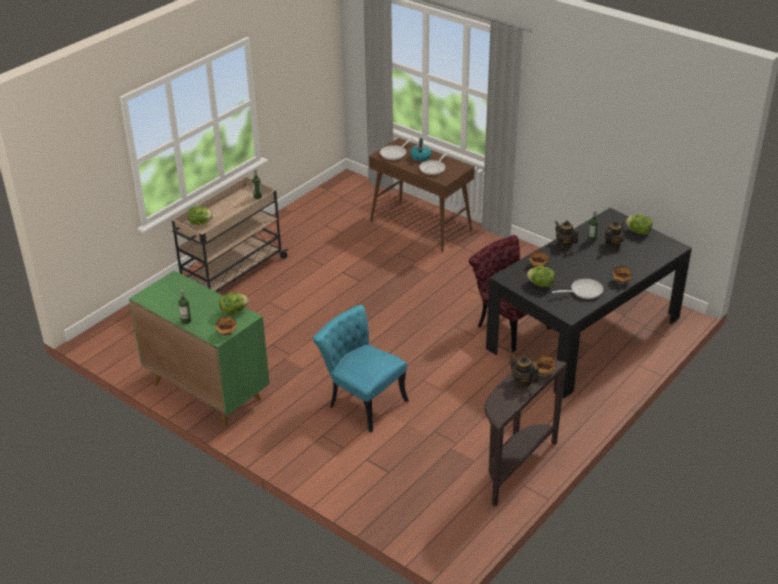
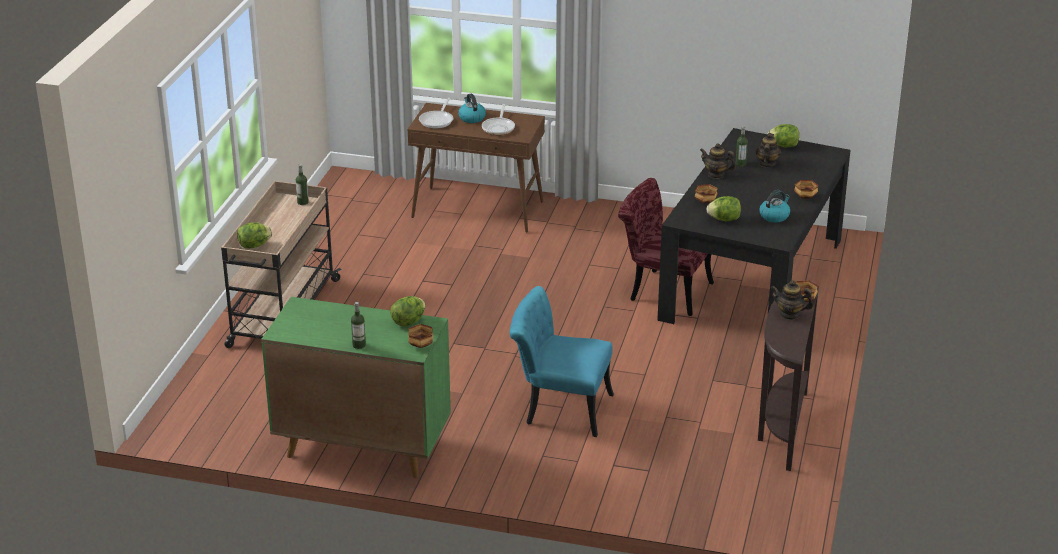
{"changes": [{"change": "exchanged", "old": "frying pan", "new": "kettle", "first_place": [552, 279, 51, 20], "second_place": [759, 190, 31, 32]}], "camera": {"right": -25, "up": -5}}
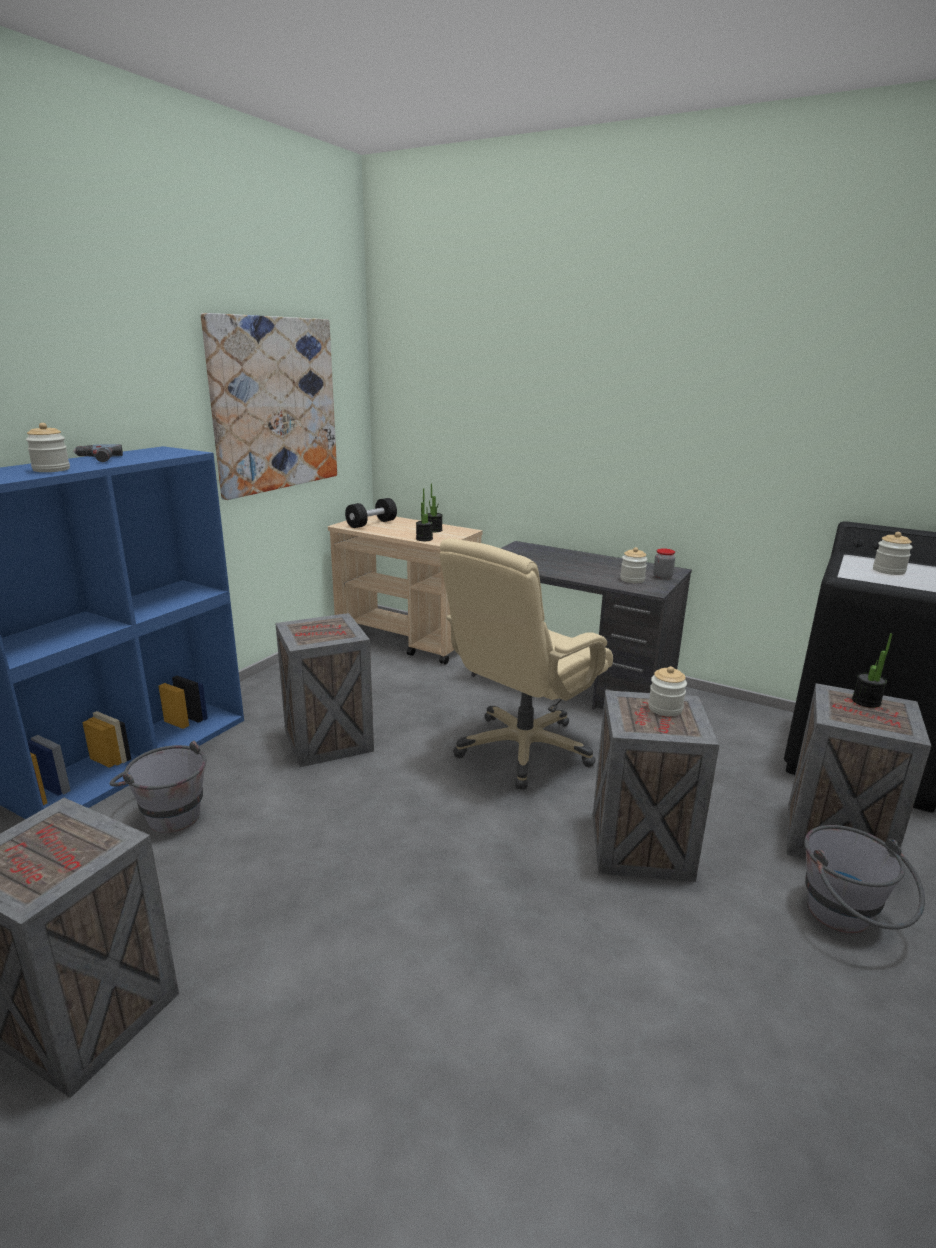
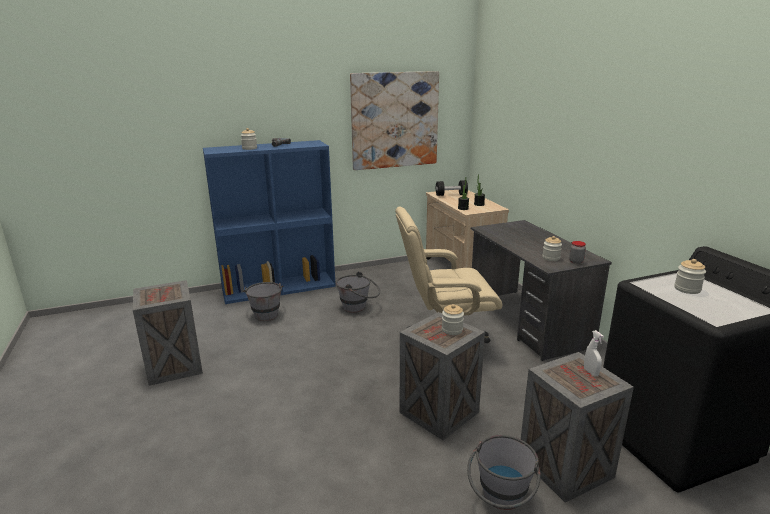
{"changes": [{"change": "exchanged", "old": "crate", "new": "grey bucket", "first_place": [275, 613, 99, 154], "second_place": [336, 272, 44, 41]}, {"change": "exchanged", "old": "potted plant", "new": "white spray bottle", "first_place": [852, 633, 40, 75], "second_place": [584, 330, 20, 47]}], "camera": {"right": 40, "up": 0}}
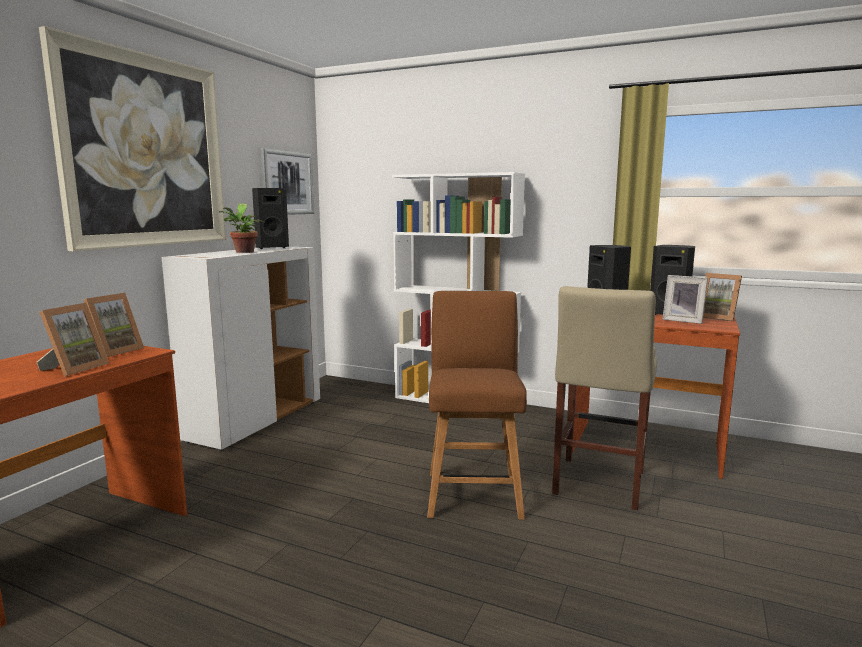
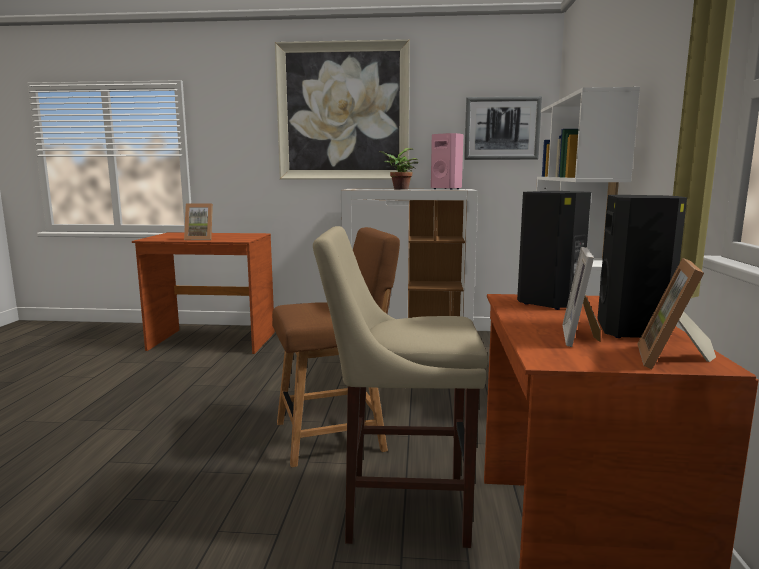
{"changes": [{"change": "missing", "old": "picture frame", "first_place": [84, 293, 60, 64]}, {"change": "colour", "old": "black speaker", "new": "pink speaker", "first_place": [252, 188, 37, 61], "second_place": [431, 133, 32, 57]}], "camera": {"right": 70, "up": 0}}
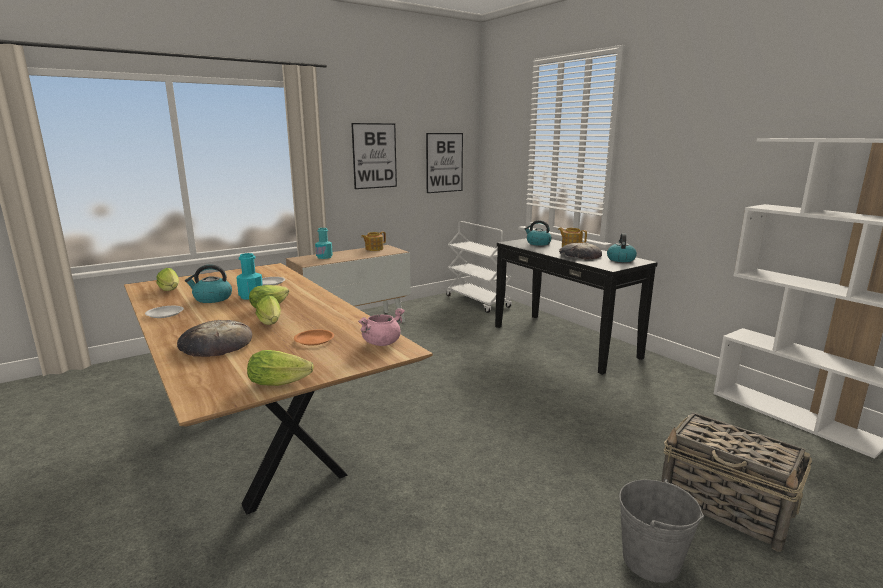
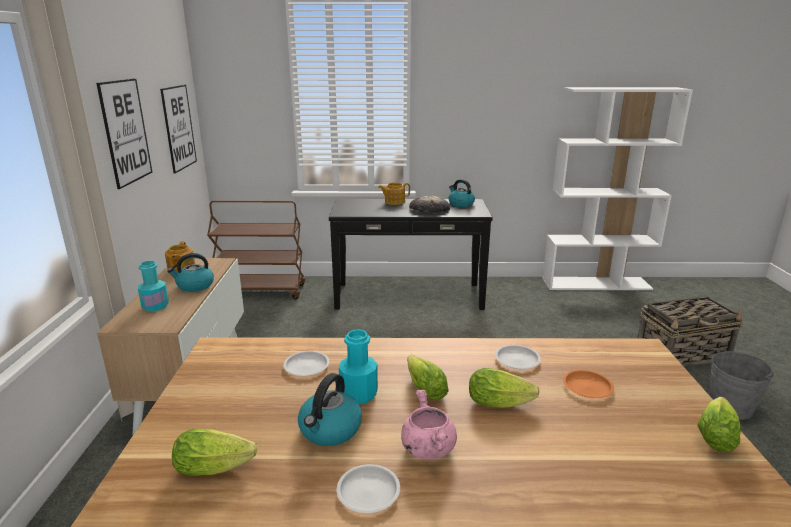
{"changes": [{"change": "missing", "old": "bread", "first_place": [177, 320, 75, 37]}, {"change": "relocated", "old": "pink cooking pot", "first_place": [358, 308, 47, 38], "second_place": [401, 390, 56, 69]}, {"change": "colour", "old": "white cart", "new": "brown cart", "first_place": [446, 221, 66, 92], "second_place": [207, 200, 98, 99]}, {"change": "relocated", "old": "kettle", "first_place": [524, 220, 28, 26], "second_place": [167, 253, 47, 39]}, {"change": "appeared", "new": "white plate", "second_place": [495, 345, 46, 24]}], "camera": {"right": -55, "up": 5}}
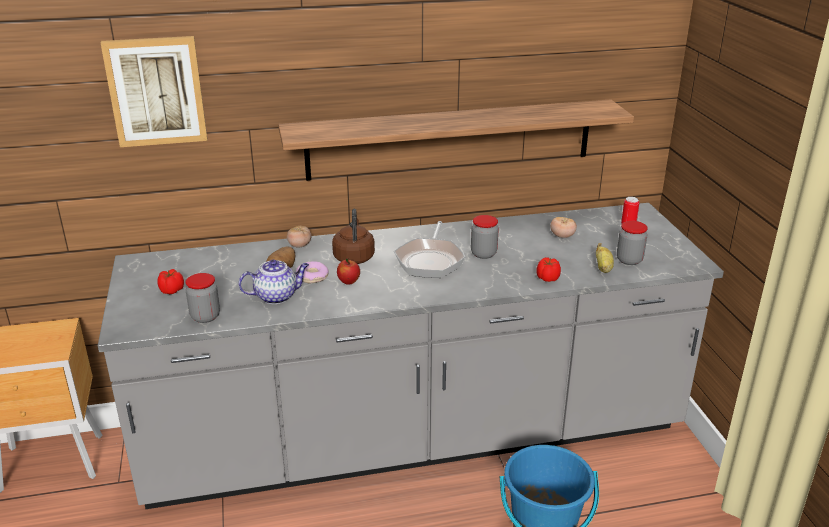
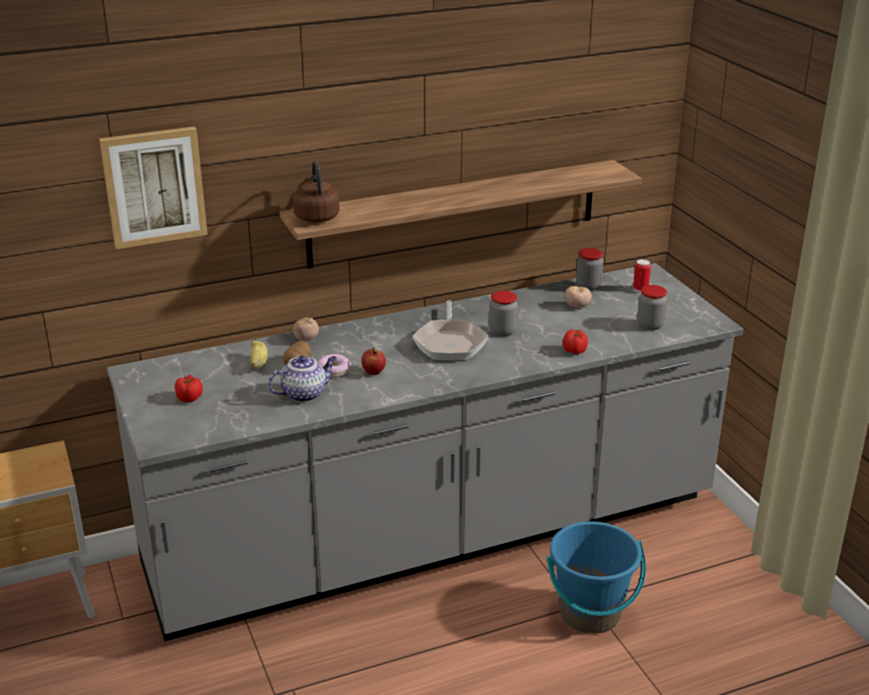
{"changes": [{"change": "relocated", "old": "jar", "first_place": [185, 273, 35, 50], "second_place": [576, 248, 27, 43]}, {"change": "relocated", "old": "brown kettle", "first_place": [332, 209, 43, 55], "second_place": [293, 161, 47, 61]}, {"change": "relocated", "old": "banana", "first_place": [596, 243, 18, 30], "second_place": [250, 337, 18, 32]}], "camera": {"right": -10, "up": 0}}
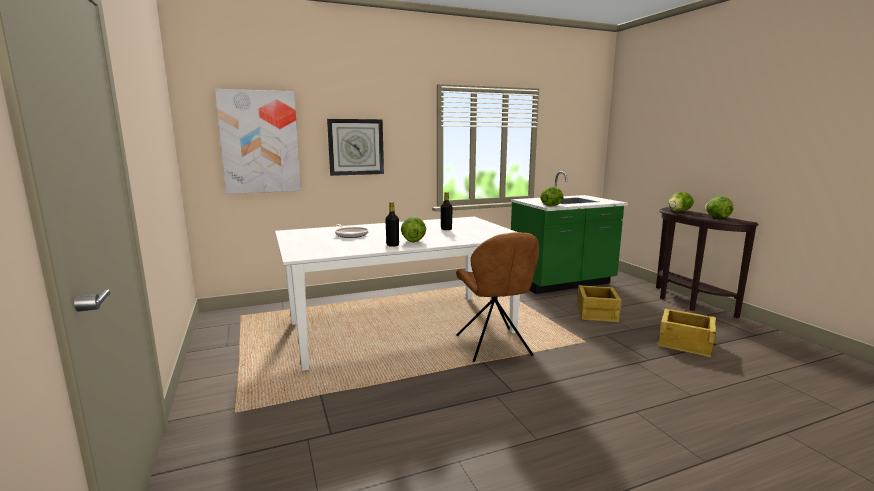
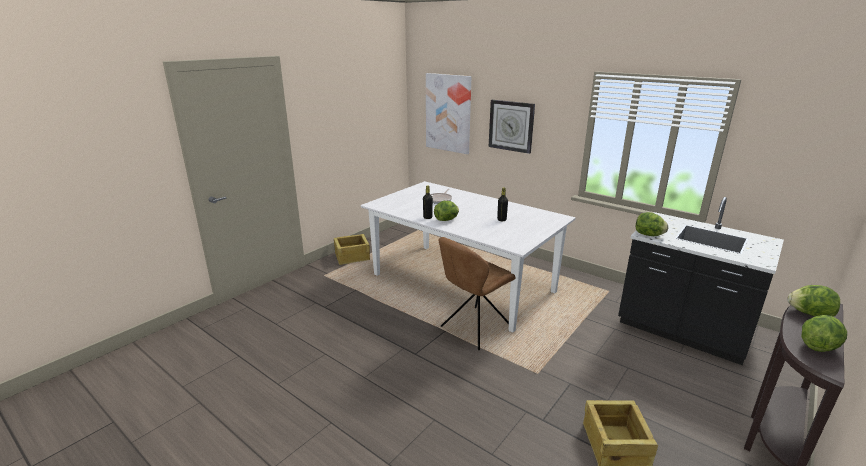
{"changes": [{"change": "colour", "old": "green counter", "new": "black counter", "first_place": [511, 171, 117, 123], "second_place": [618, 197, 166, 168]}, {"change": "relocated", "old": "crate", "first_place": [577, 285, 45, 37], "second_place": [334, 234, 36, 31]}], "camera": {"right": 60, "up": 10}}
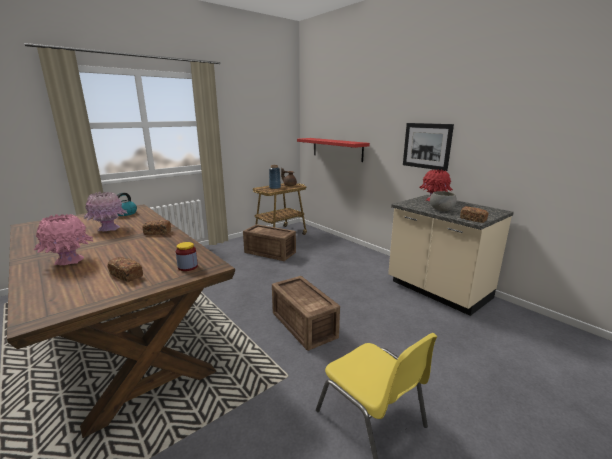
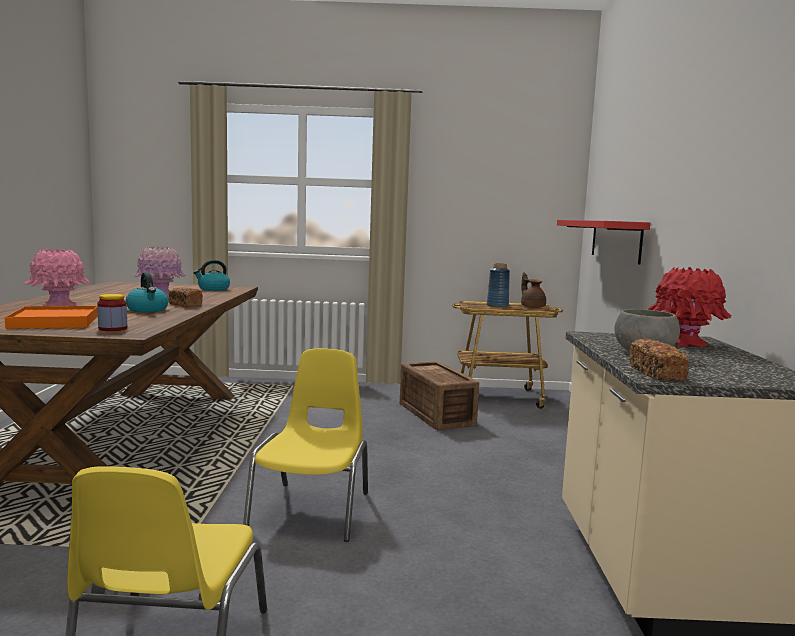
{"changes": [{"change": "exchanged", "old": "bread", "new": "orange tray", "first_place": [107, 257, 36, 25], "second_place": [5, 306, 93, 23]}, {"change": "exchanged", "old": "crate", "new": "yellow chair", "first_place": [272, 276, 68, 75], "second_place": [243, 348, 125, 194]}, {"change": "missing", "old": "picture", "first_place": [403, 123, 51, 48]}, {"change": "appeared", "new": "kettle", "second_place": [126, 272, 43, 40]}], "camera": {"right": 40, "up": -10}}
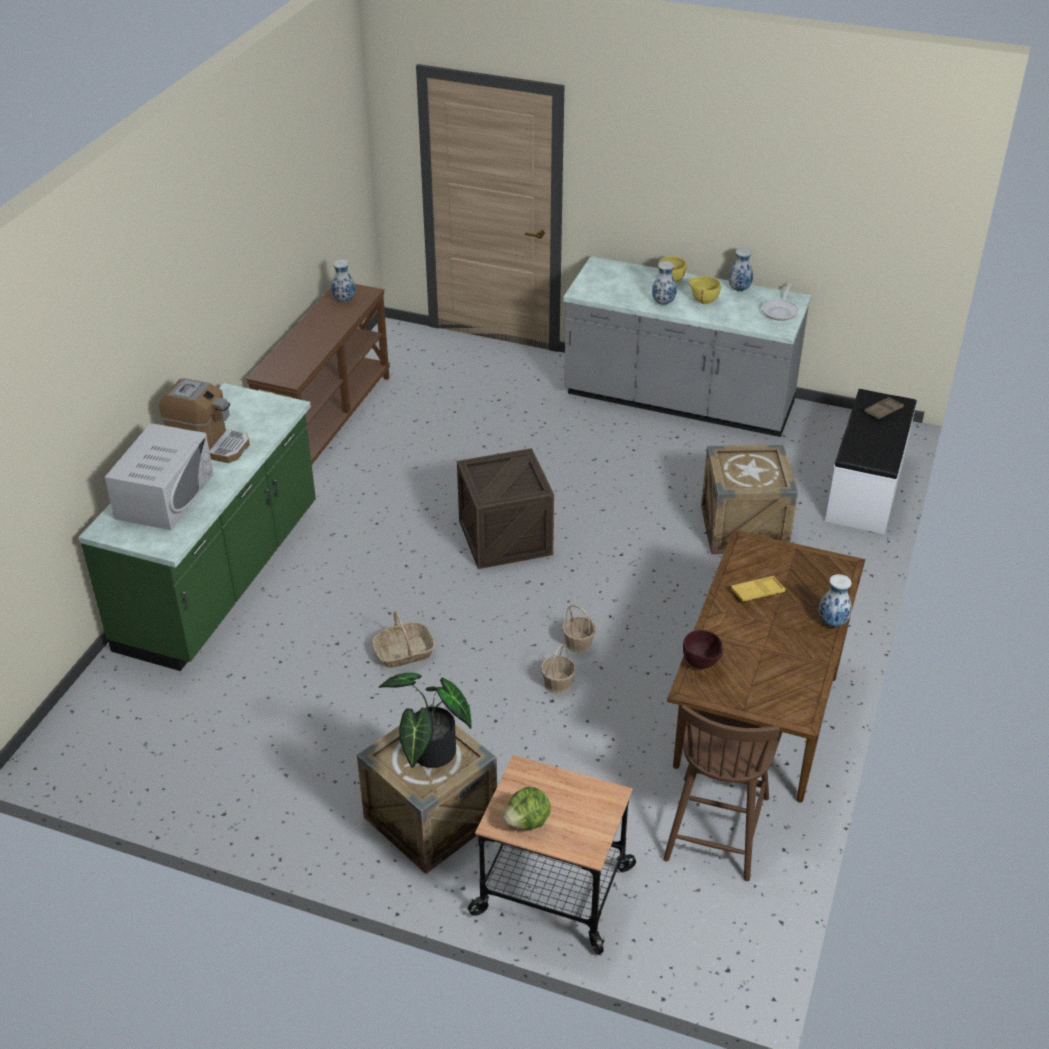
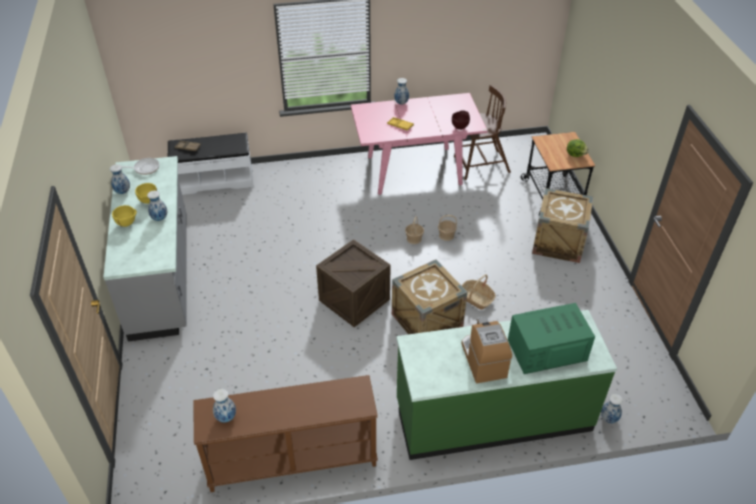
{"changes": [{"change": "colour", "old": "white microwave", "new": "green microwave", "first_place": [105, 423, 108, 107], "second_place": [508, 303, 87, 71]}, {"change": "missing", "old": "potted plant", "first_place": [379, 673, 93, 95]}, {"change": "colour", "old": "brown dining table", "new": "pink dining table", "first_place": [667, 530, 198, 273], "second_place": [351, 93, 137, 102]}, {"change": "relocated", "old": "crate", "first_place": [701, 444, 97, 111], "second_place": [392, 260, 75, 74]}, {"change": "appeared", "new": "vase", "second_place": [601, 394, 22, 29]}], "camera": {"right": -120, "up": 5}}
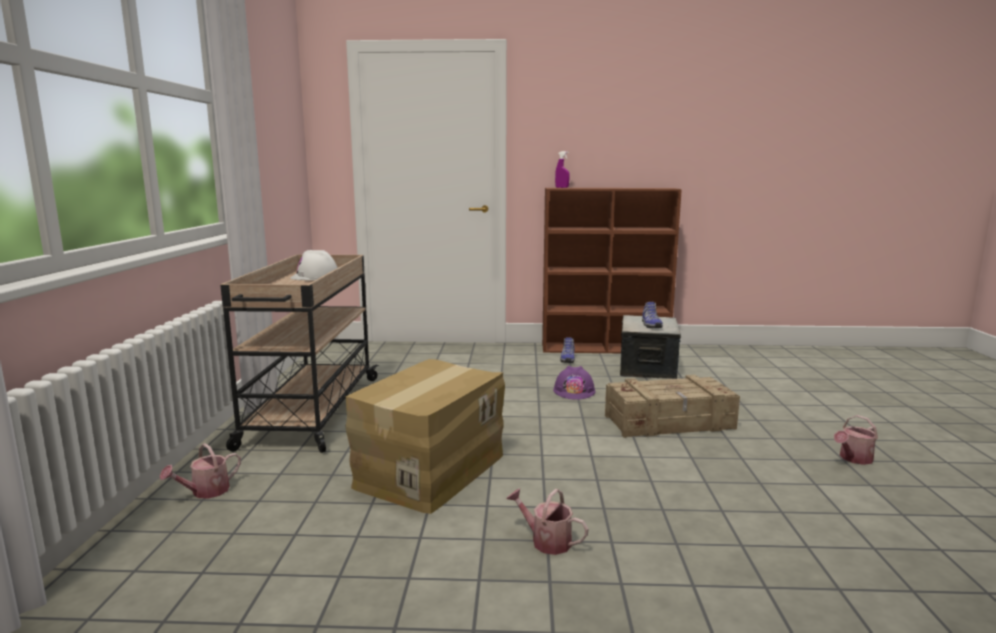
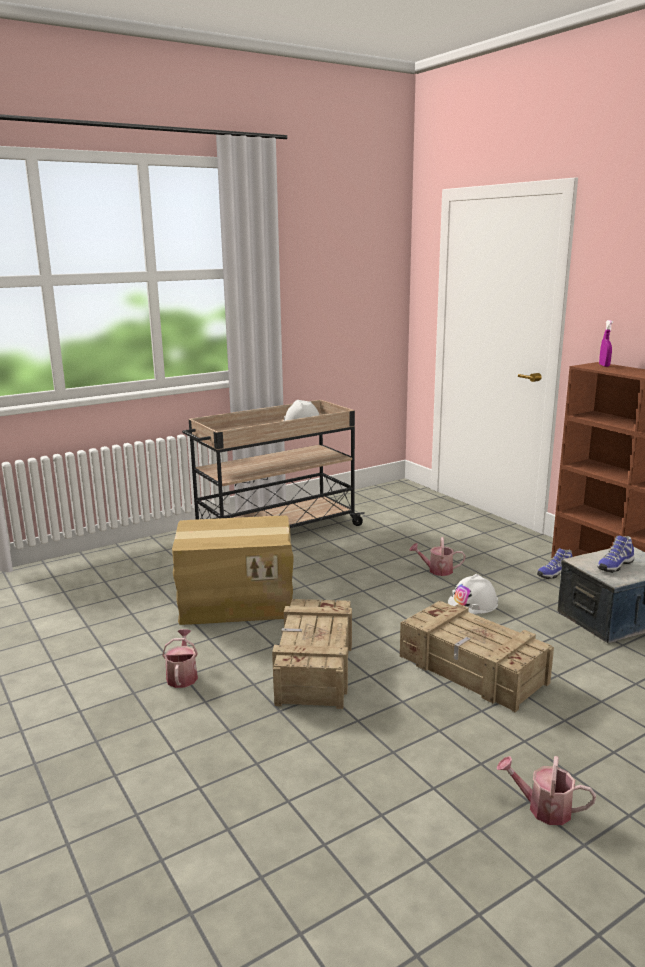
{"changes": [{"change": "relocated", "old": "watering can", "first_place": [160, 443, 81, 56], "second_place": [409, 537, 56, 39]}, {"change": "colour", "old": "purple hard hat", "new": "white hard hat", "first_place": [553, 366, 42, 34], "second_place": [448, 574, 50, 40]}, {"change": "appeared", "new": "crate", "second_place": [272, 599, 80, 110]}], "camera": {"right": 55, "up": 5}}
